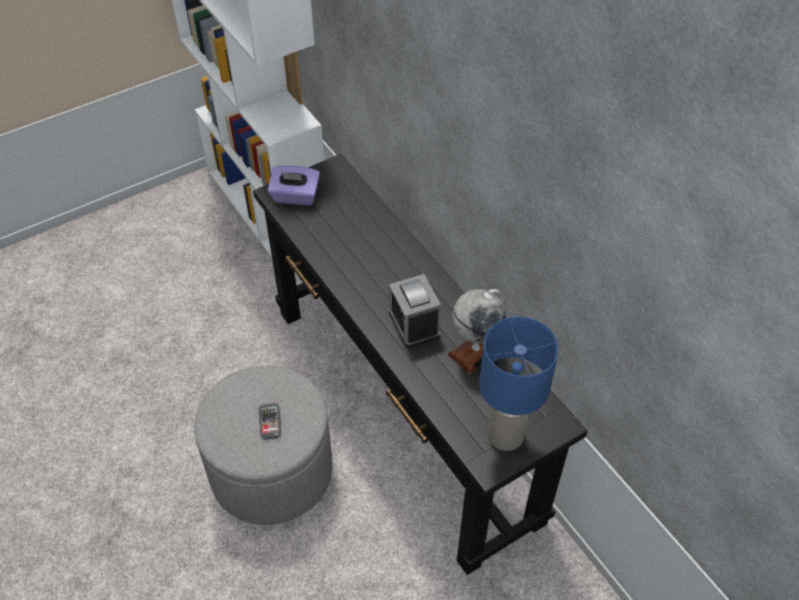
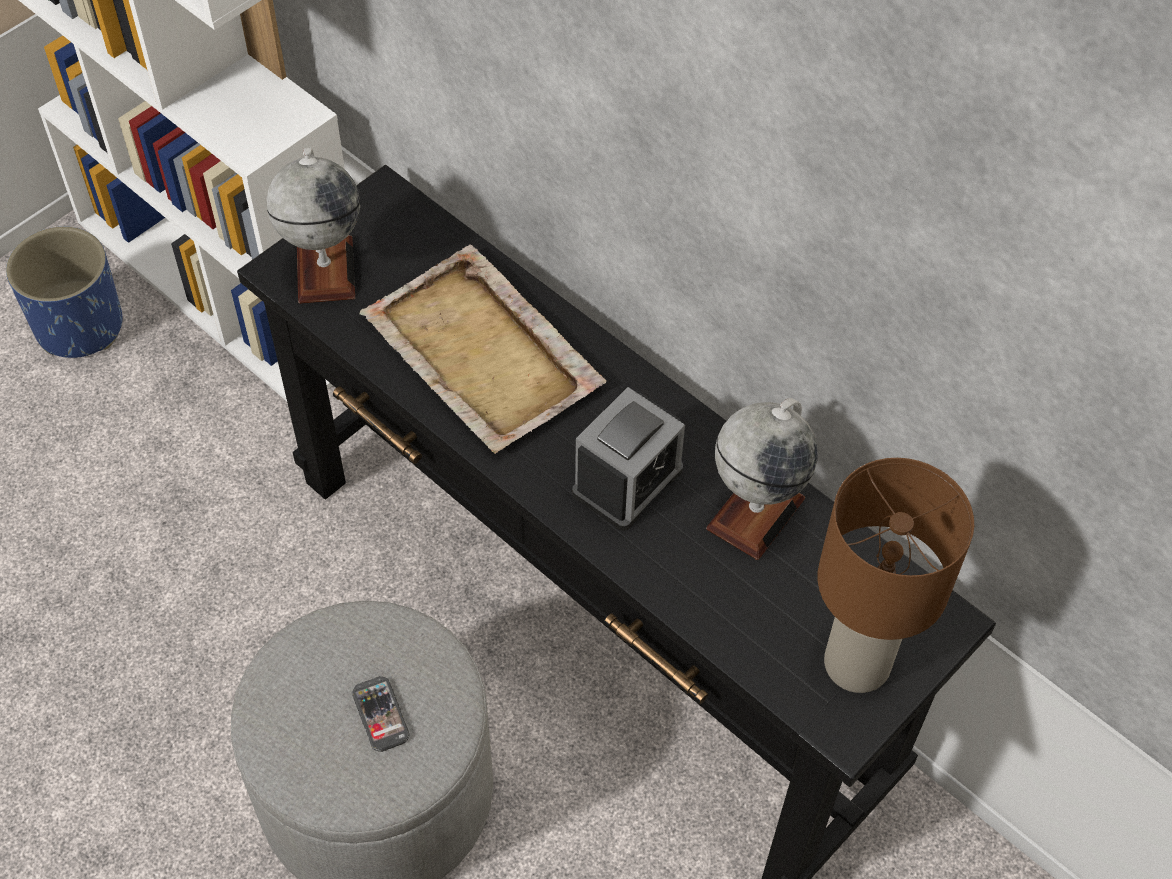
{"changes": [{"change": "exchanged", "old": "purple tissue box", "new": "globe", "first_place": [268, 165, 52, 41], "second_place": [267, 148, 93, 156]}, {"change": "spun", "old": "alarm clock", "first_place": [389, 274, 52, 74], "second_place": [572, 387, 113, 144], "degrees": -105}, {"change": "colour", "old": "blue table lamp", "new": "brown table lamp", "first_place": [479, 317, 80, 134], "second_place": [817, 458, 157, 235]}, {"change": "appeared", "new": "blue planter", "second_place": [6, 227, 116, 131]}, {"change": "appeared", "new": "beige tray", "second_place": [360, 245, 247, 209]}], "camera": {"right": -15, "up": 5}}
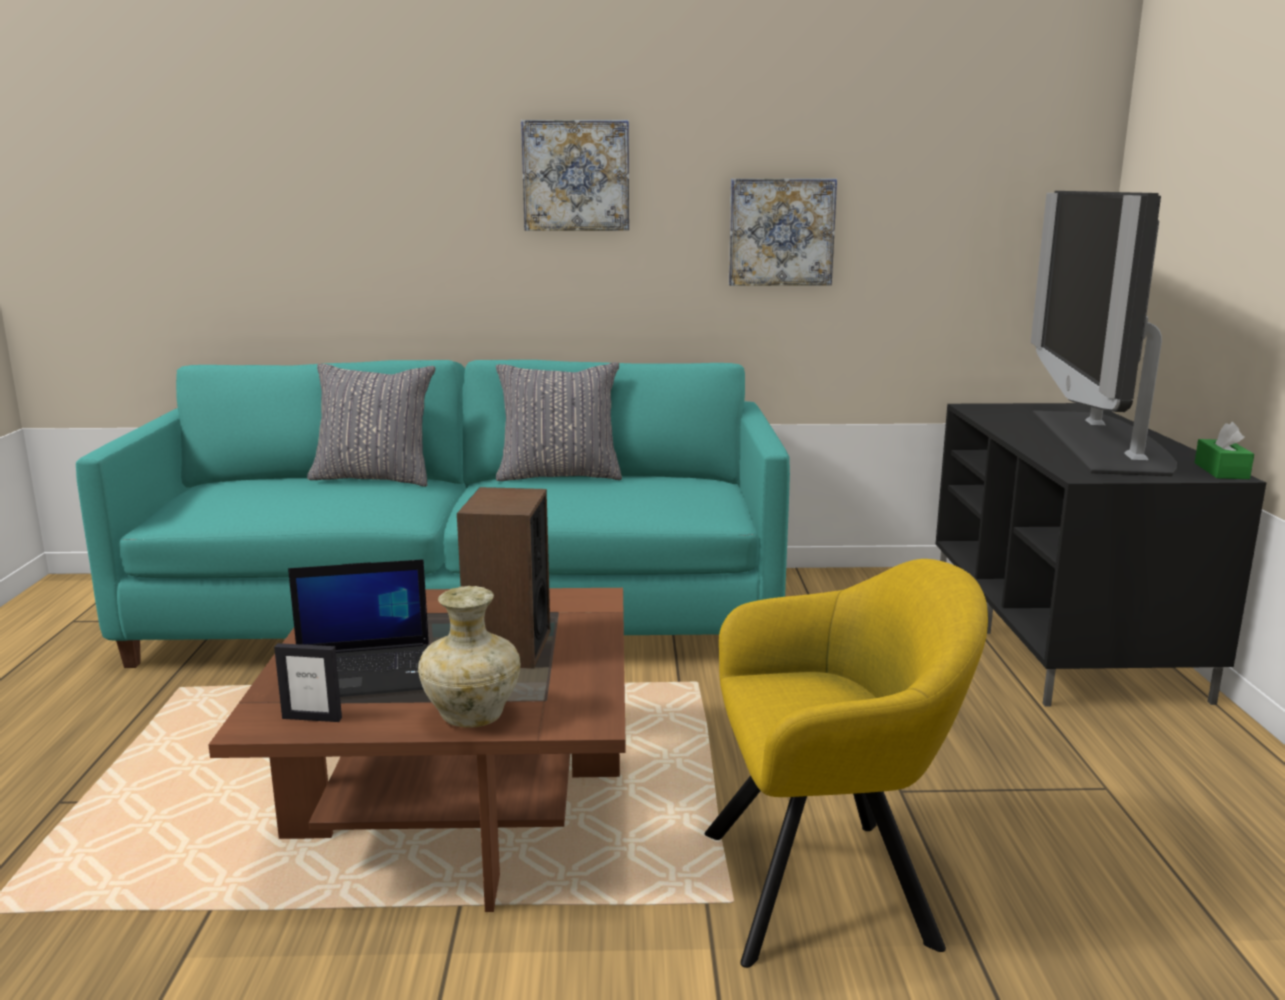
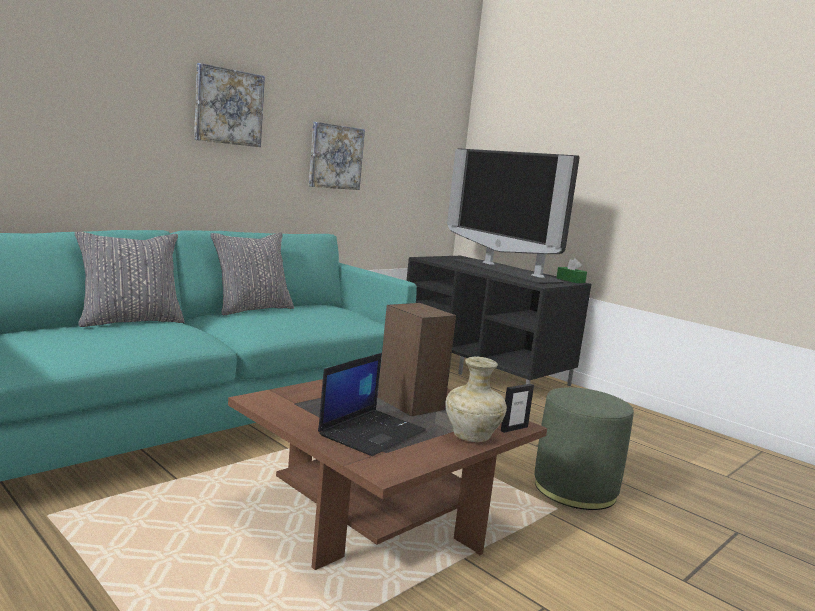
{"changes": [{"change": "relocated", "old": "picture frame", "first_place": [274, 643, 68, 79], "second_place": [501, 383, 33, 50]}, {"change": "exchanged", "old": "yellow armchair", "new": "green ottoman", "first_place": [704, 559, 284, 409], "second_place": [534, 387, 100, 123]}], "camera": {"right": -45, "up": -5}}
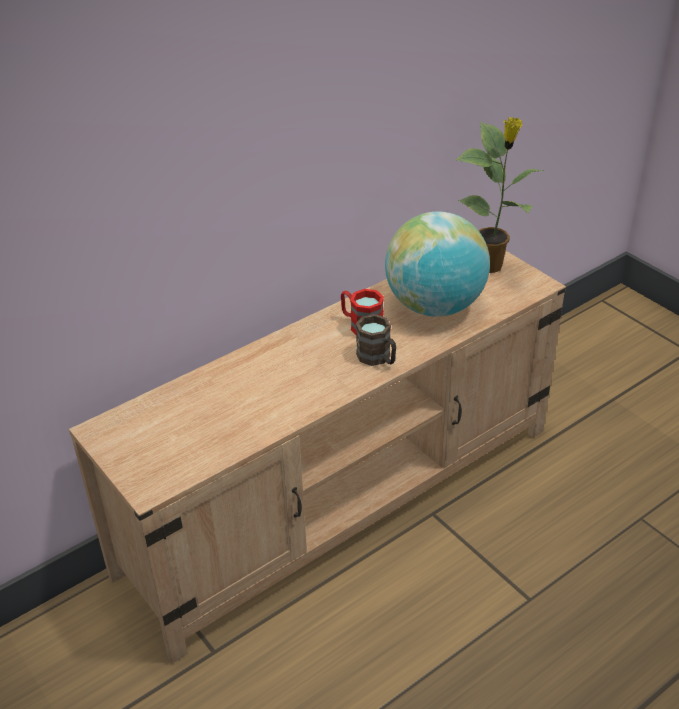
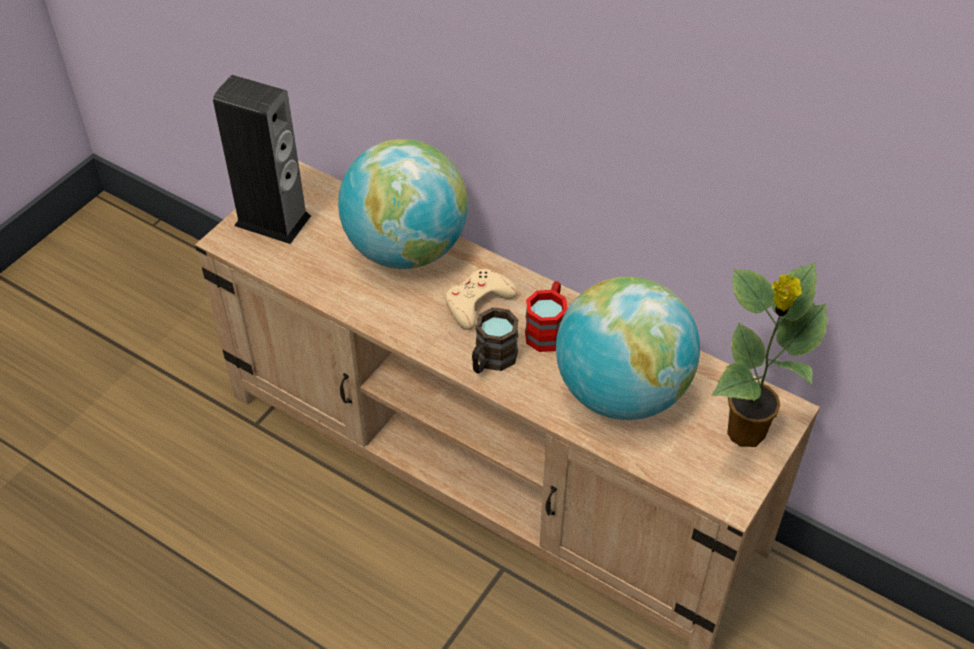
{"changes": [{"change": "appeared", "new": "speaker", "second_place": [213, 75, 98, 169]}, {"change": "appeared", "new": "globe", "second_place": [338, 139, 130, 130]}, {"change": "appeared", "new": "beige game controller", "second_place": [445, 269, 73, 61]}], "camera": {"right": 70, "up": 10}}
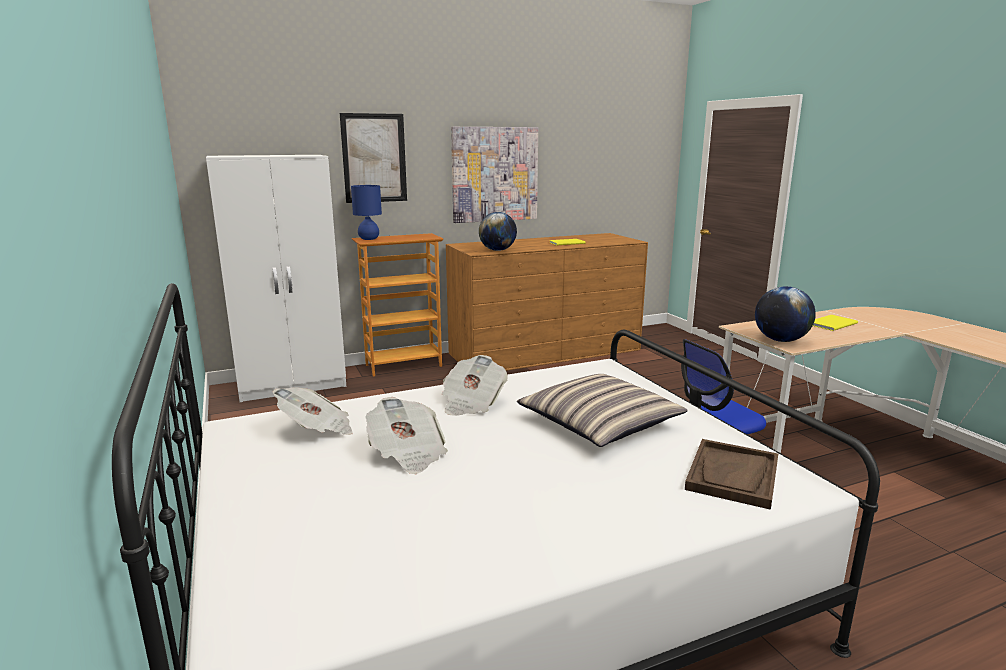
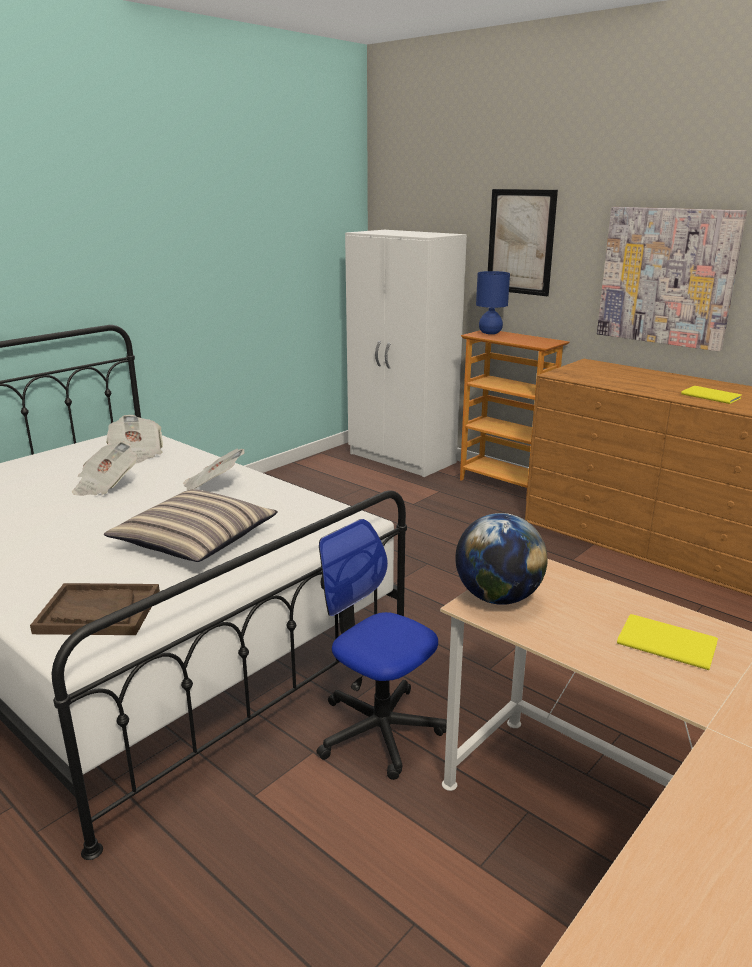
{"changes": [{"change": "missing", "old": "globe", "first_place": [479, 212, 38, 39]}], "camera": {"right": 65, "up": 5}}
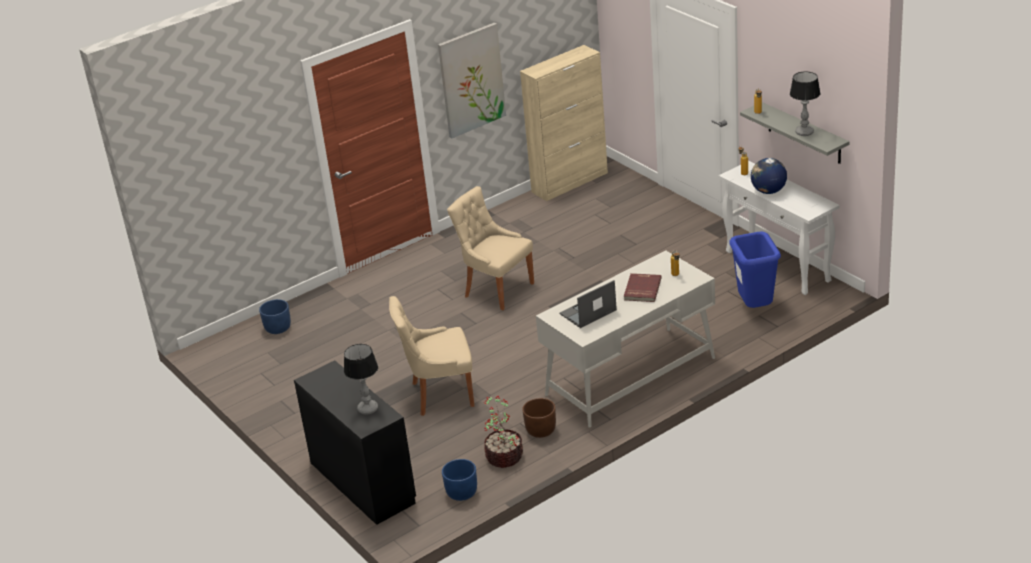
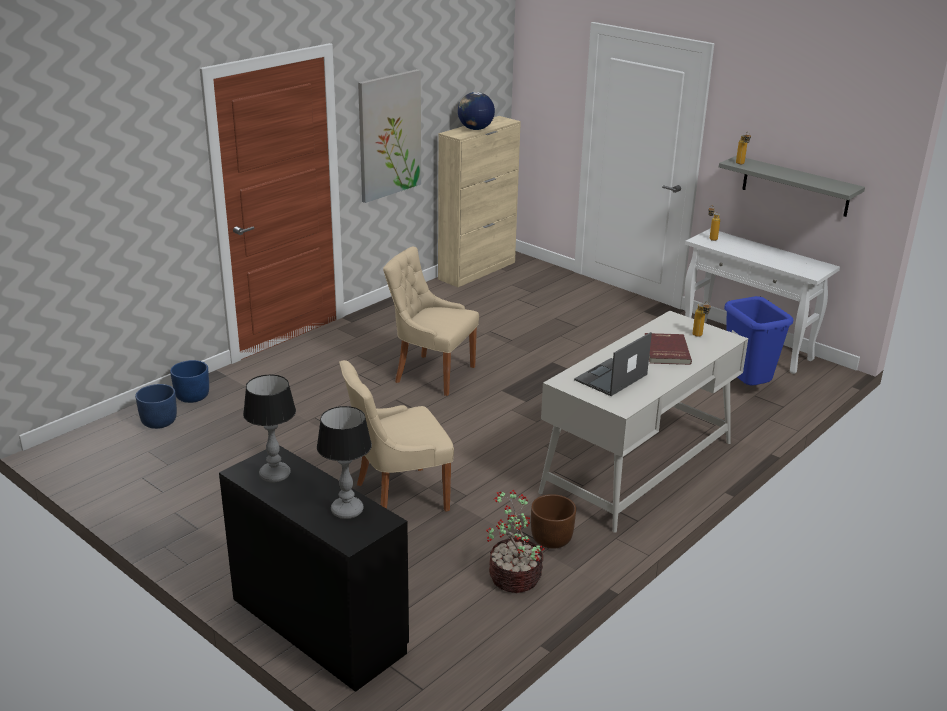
{"changes": [{"change": "relocated", "old": "blue planter", "first_place": [442, 459, 35, 42], "second_place": [170, 360, 39, 43]}, {"change": "relocated", "old": "globe", "first_place": [751, 158, 36, 36], "second_place": [458, 92, 37, 38]}, {"change": "relocated", "old": "table lamp", "first_place": [790, 71, 30, 65], "second_place": [243, 374, 53, 109]}], "camera": {"right": -15, "up": -5}}
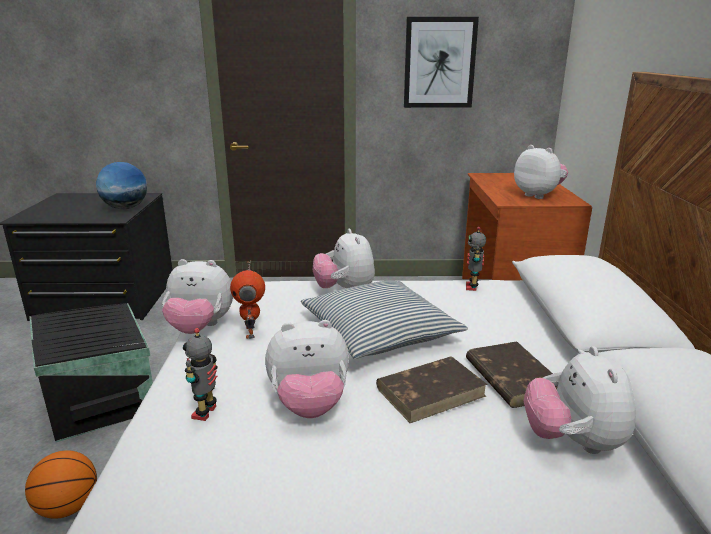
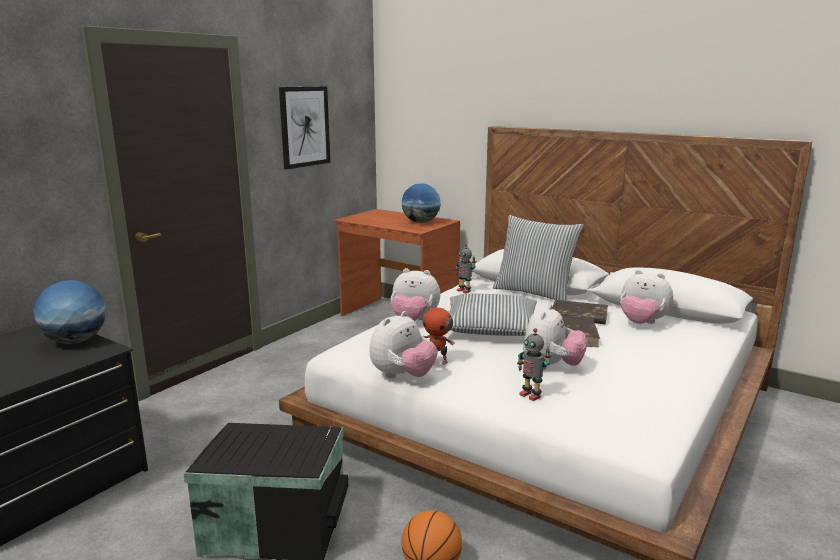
{"changes": [{"change": "exchanged", "old": "plush toy", "new": "globe", "first_place": [514, 145, 54, 54], "second_place": [402, 183, 39, 40]}, {"change": "appeared", "new": "pillow", "second_place": [493, 215, 90, 86]}], "camera": {"right": -55, "up": -5}}
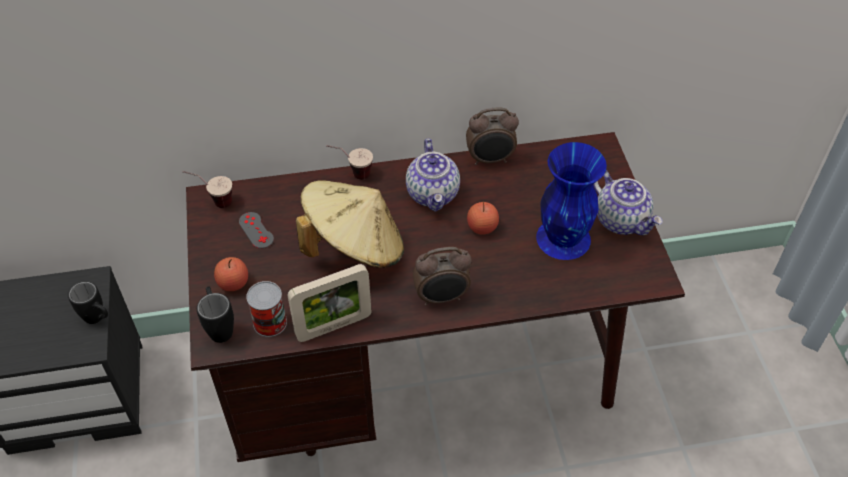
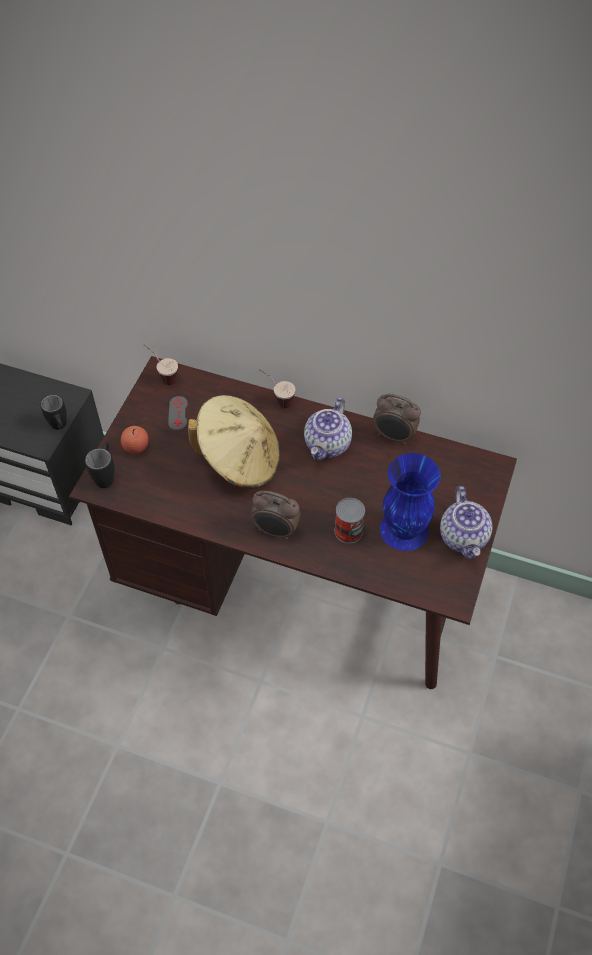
{"changes": [{"change": "relocated", "old": "can", "first_place": [246, 281, 41, 56], "second_place": [335, 498, 30, 45]}, {"change": "missing", "old": "picture frame", "first_place": [287, 264, 85, 78]}, {"change": "missing", "old": "apple", "first_place": [467, 201, 32, 34]}], "camera": {"right": 30, "up": 5}}
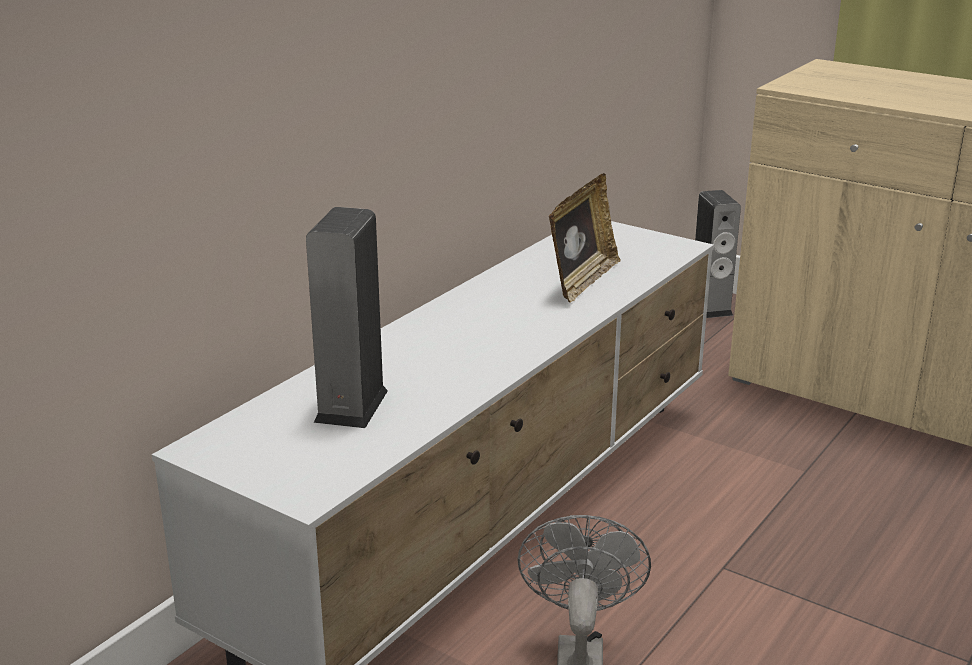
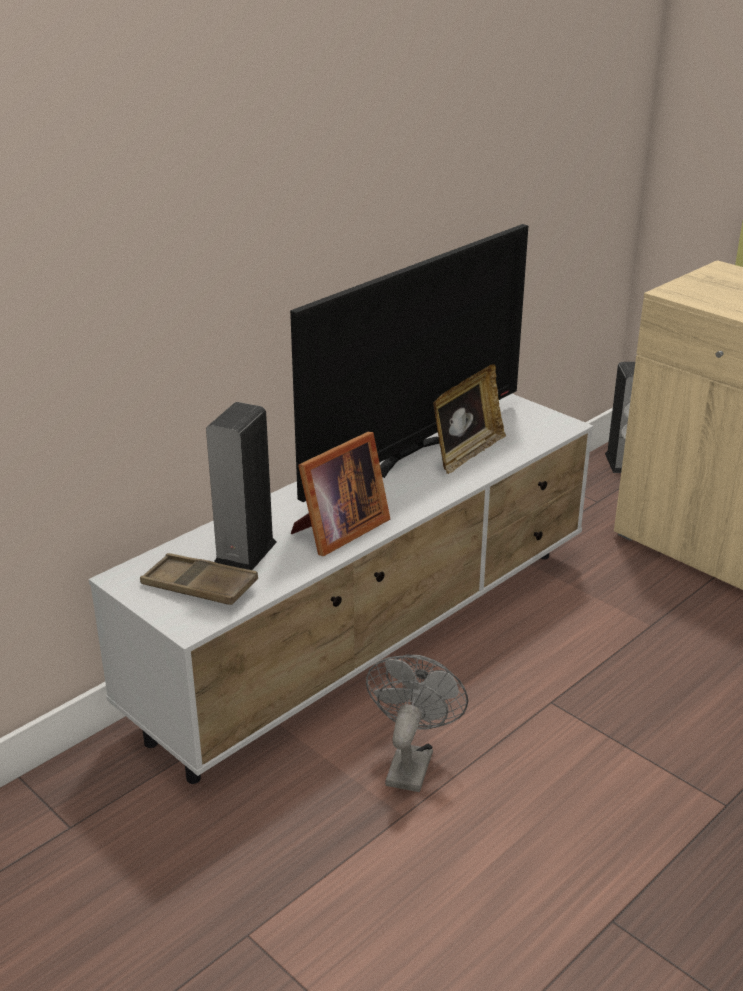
{"changes": [{"change": "appeared", "new": "brown tray", "second_place": [140, 553, 118, 52]}, {"change": "appeared", "new": "television", "second_place": [290, 224, 238, 278]}, {"change": "appeared", "new": "picture frame", "second_place": [291, 432, 99, 124]}], "camera": {"right": 10, "up": 5}}
